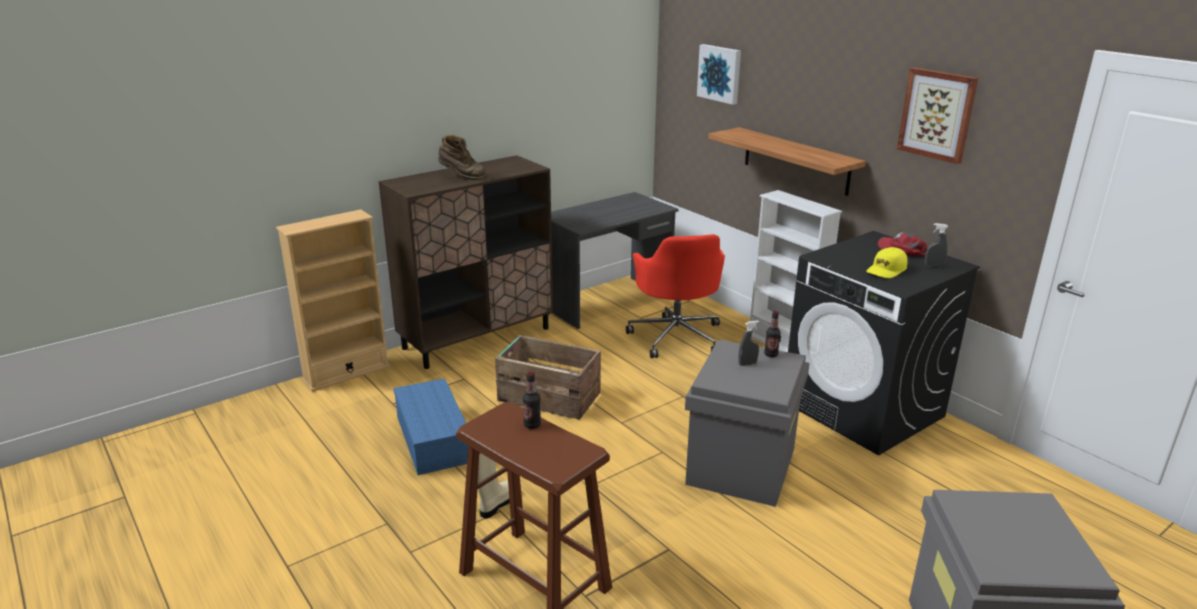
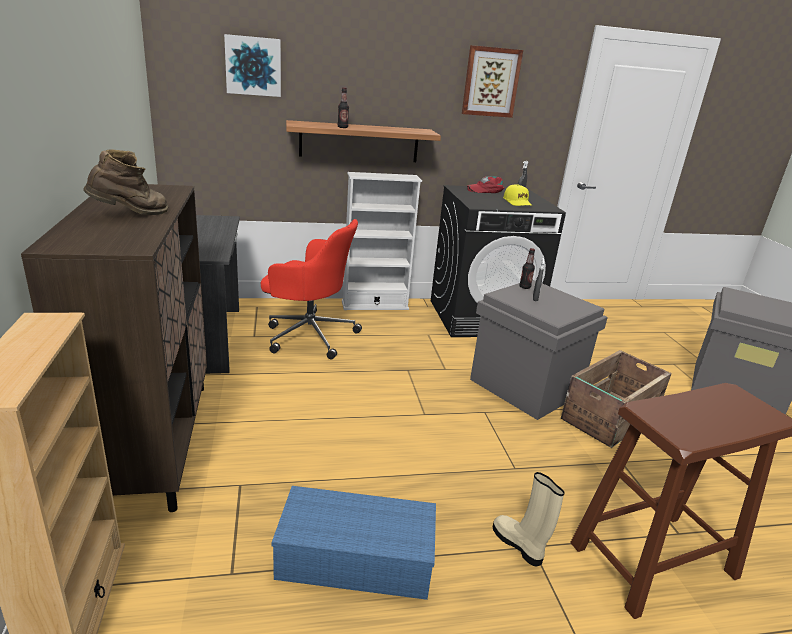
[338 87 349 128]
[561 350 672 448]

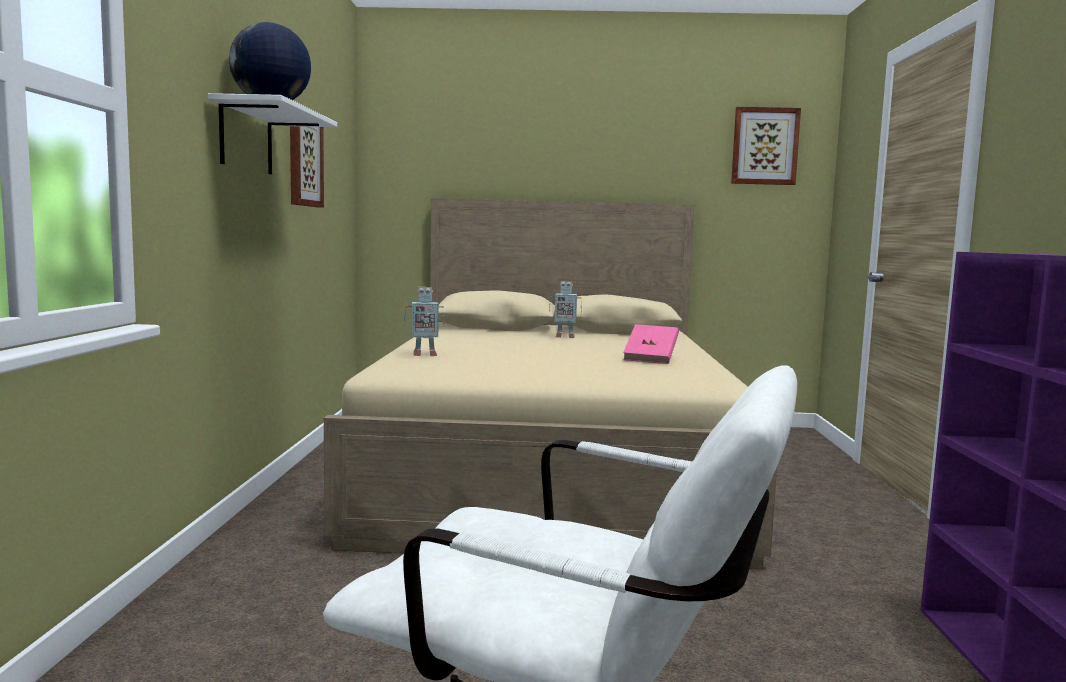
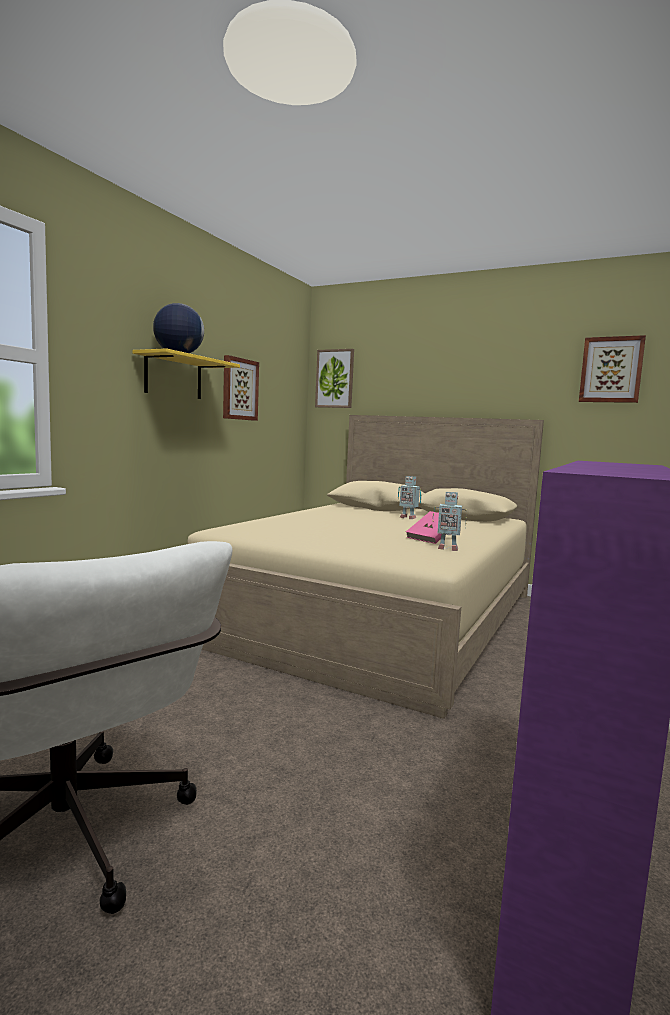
[133 348 240 399]
[315 349 354 408]
[432 492 467 551]

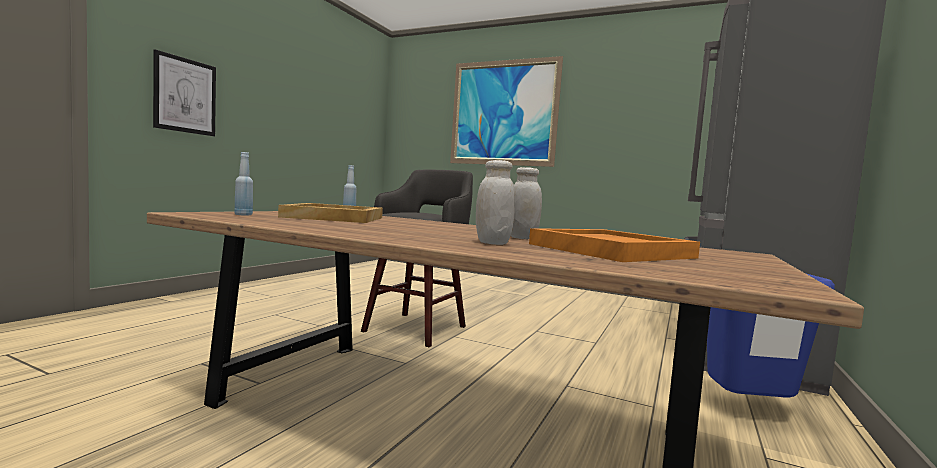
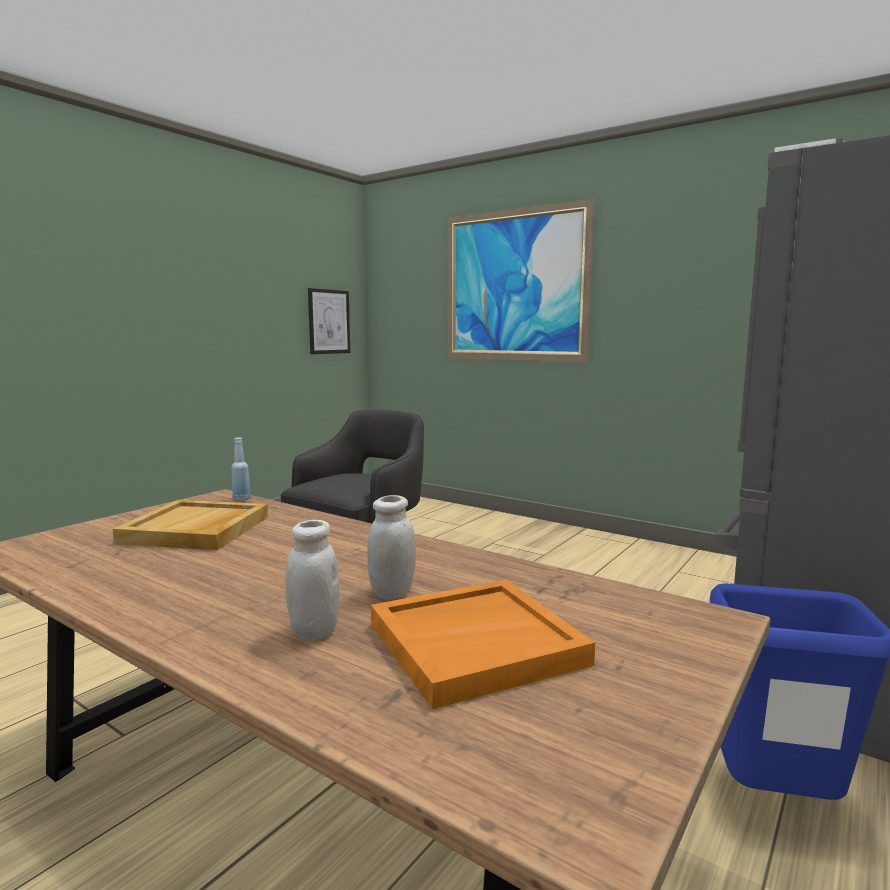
[308 288 350 354]
[234 152 253 216] (first image)

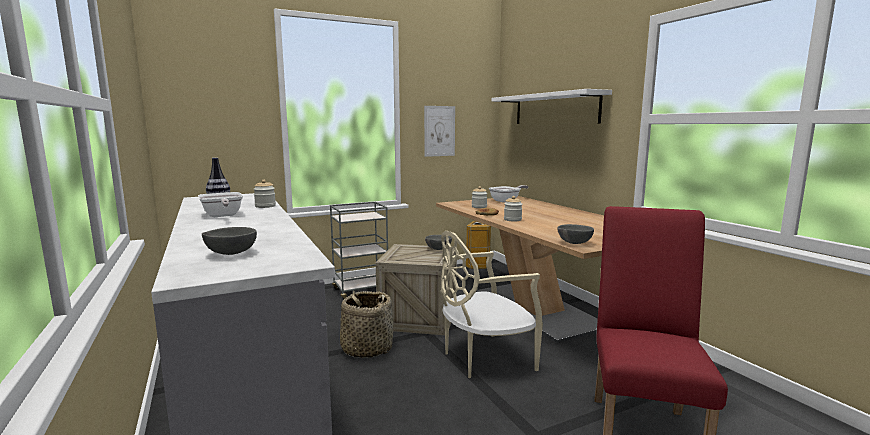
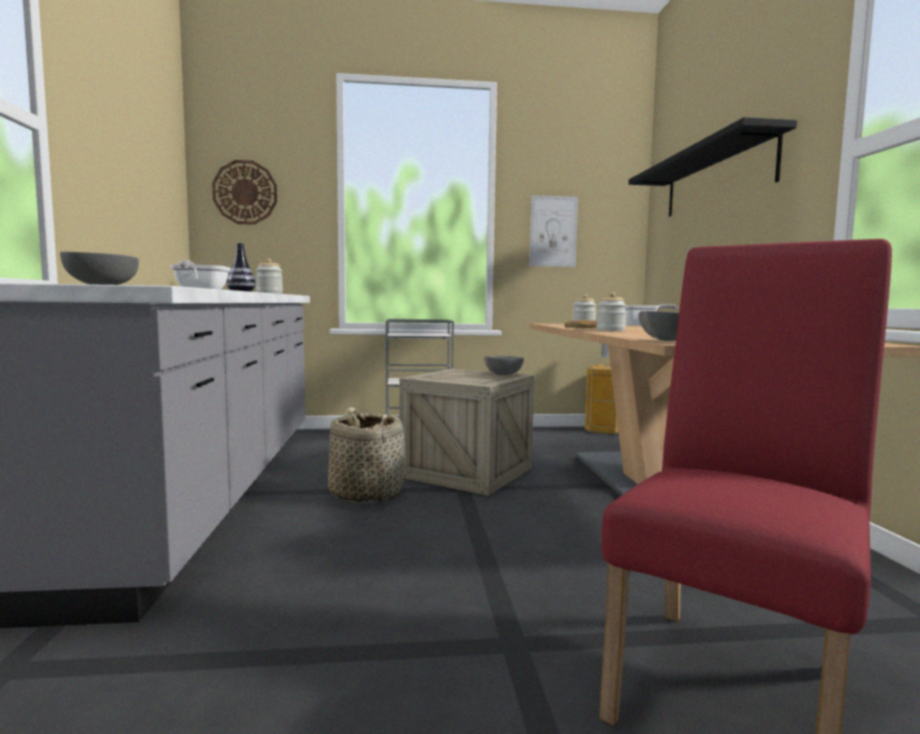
[212 160 277 225]
[629 117 797 217]
[441 231 543 378] (first image)

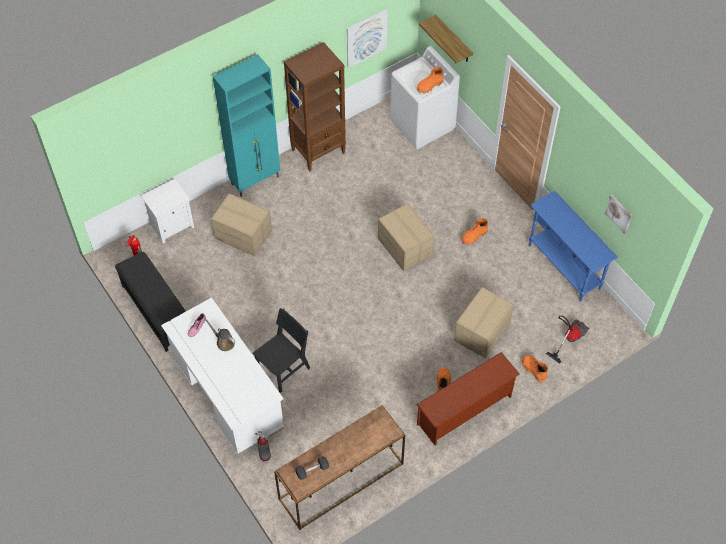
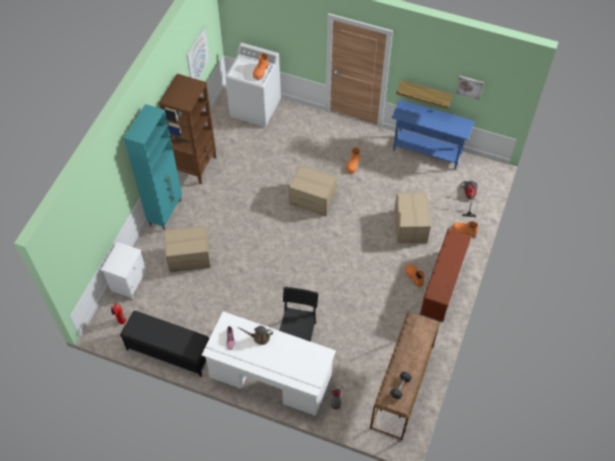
[396 80 453 109]

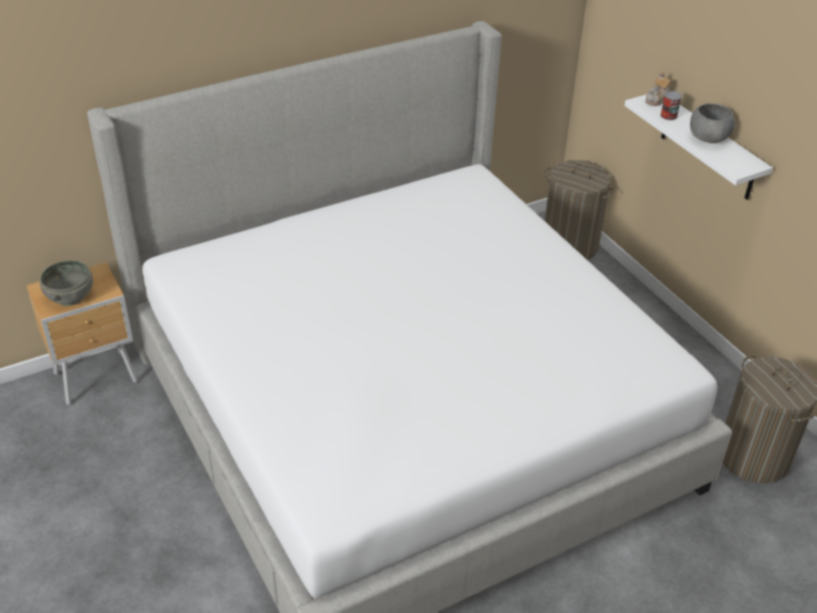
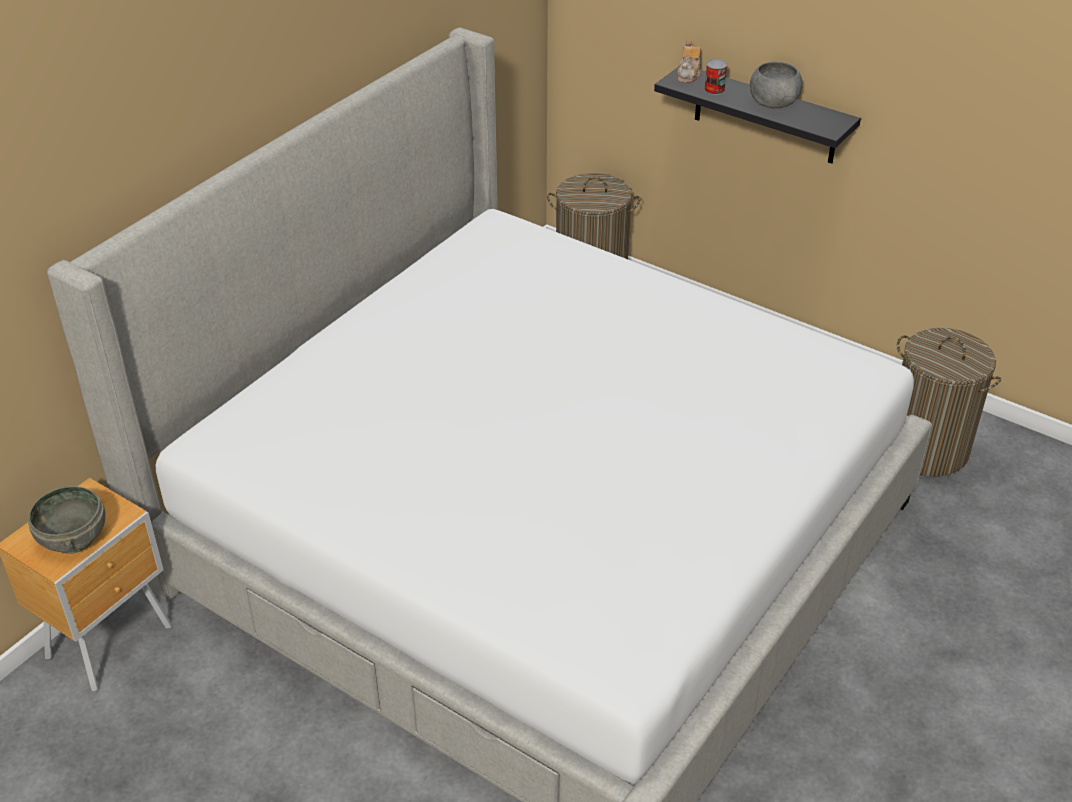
[654 66 861 163]

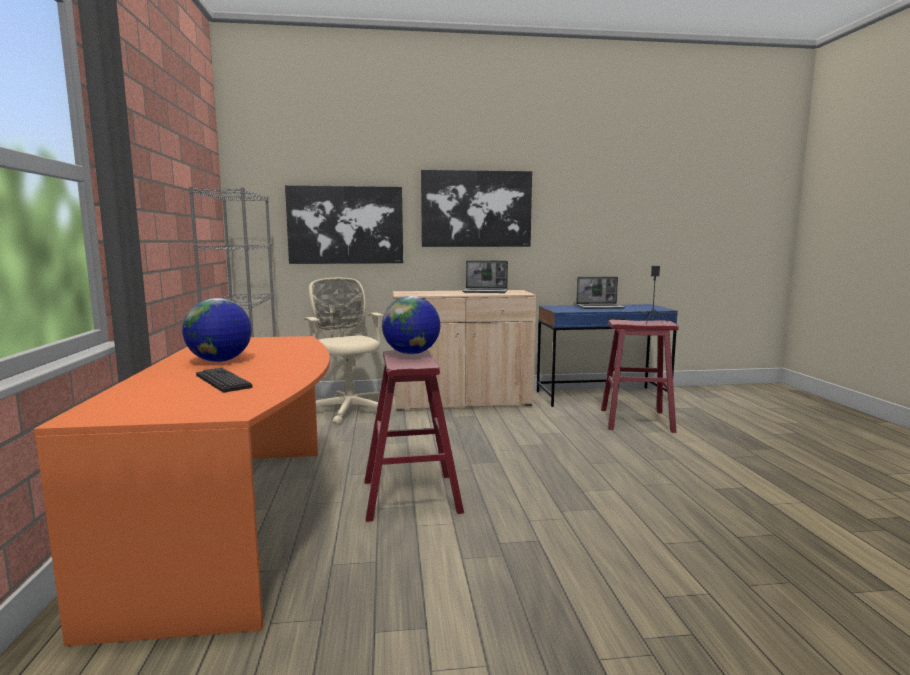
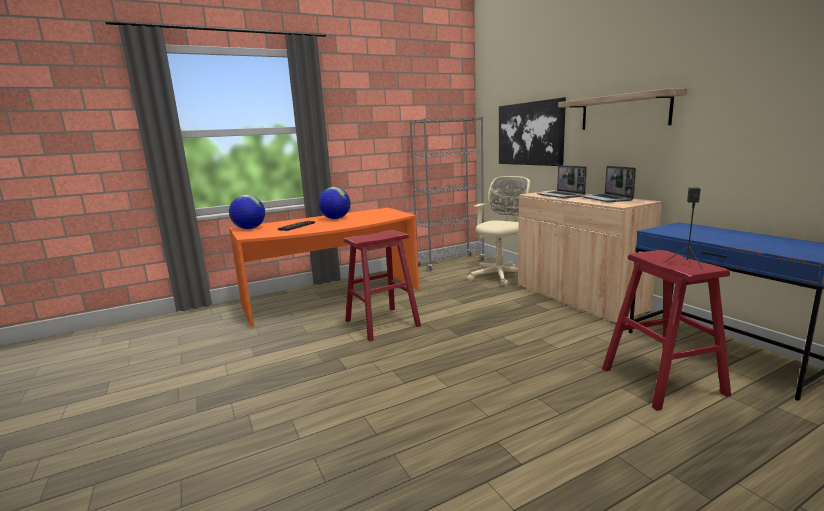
[229 195 265 229]
[537 165 587 198]
[558 88 687 130]

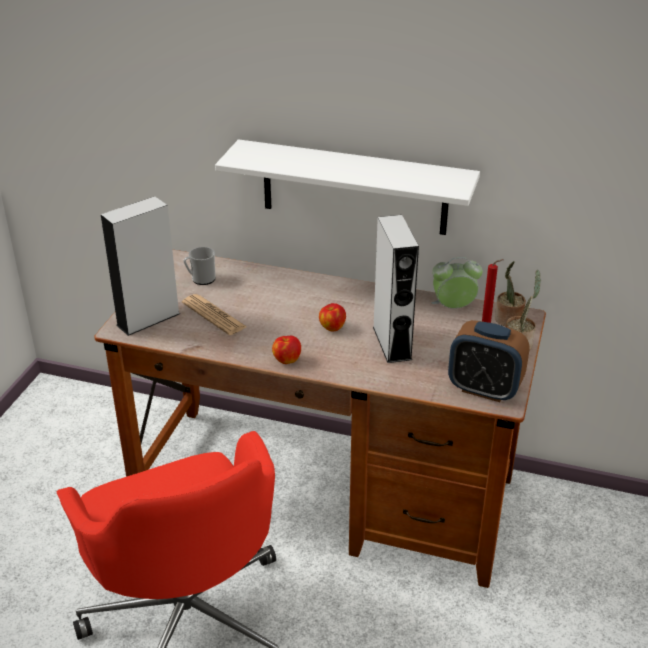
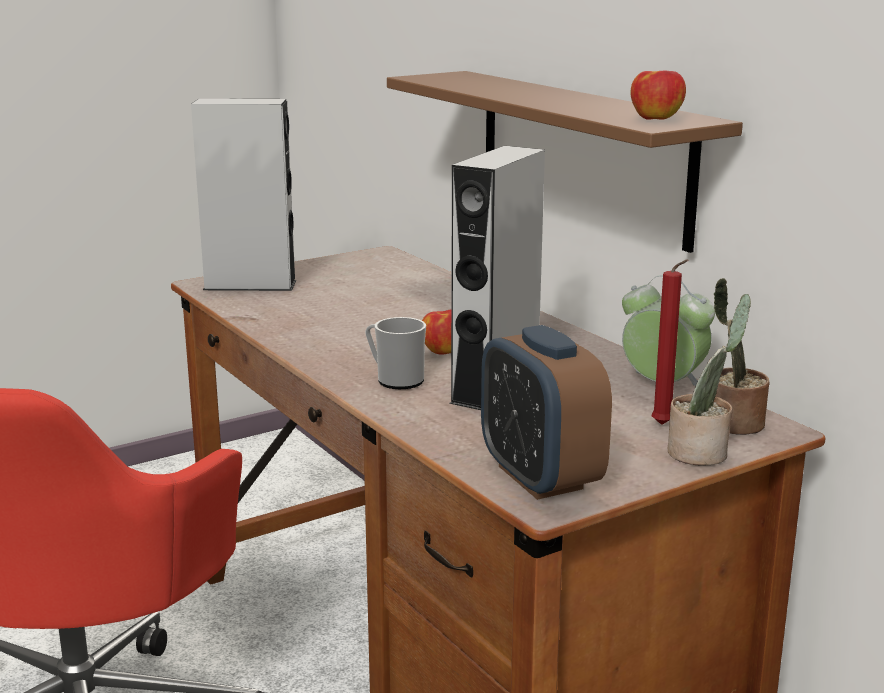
[365 317 426 389]
[387 71 743 253]
[631 70 686 120]
[182 294 247 335] (first image)

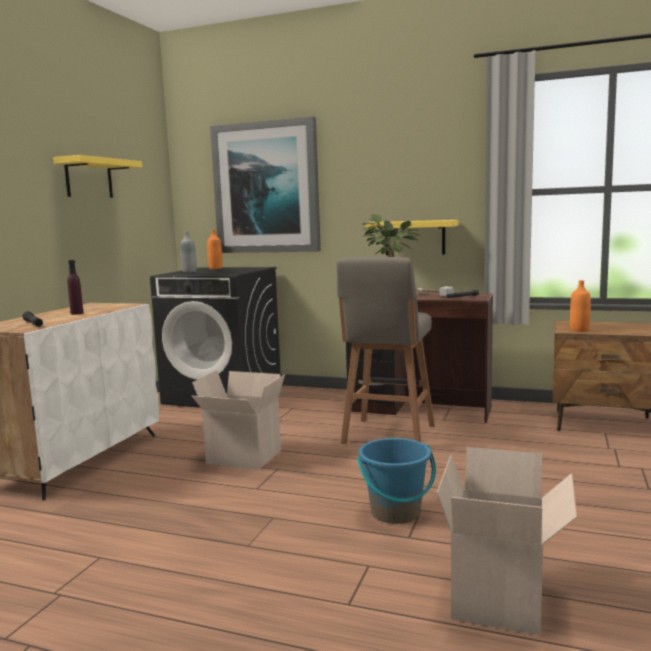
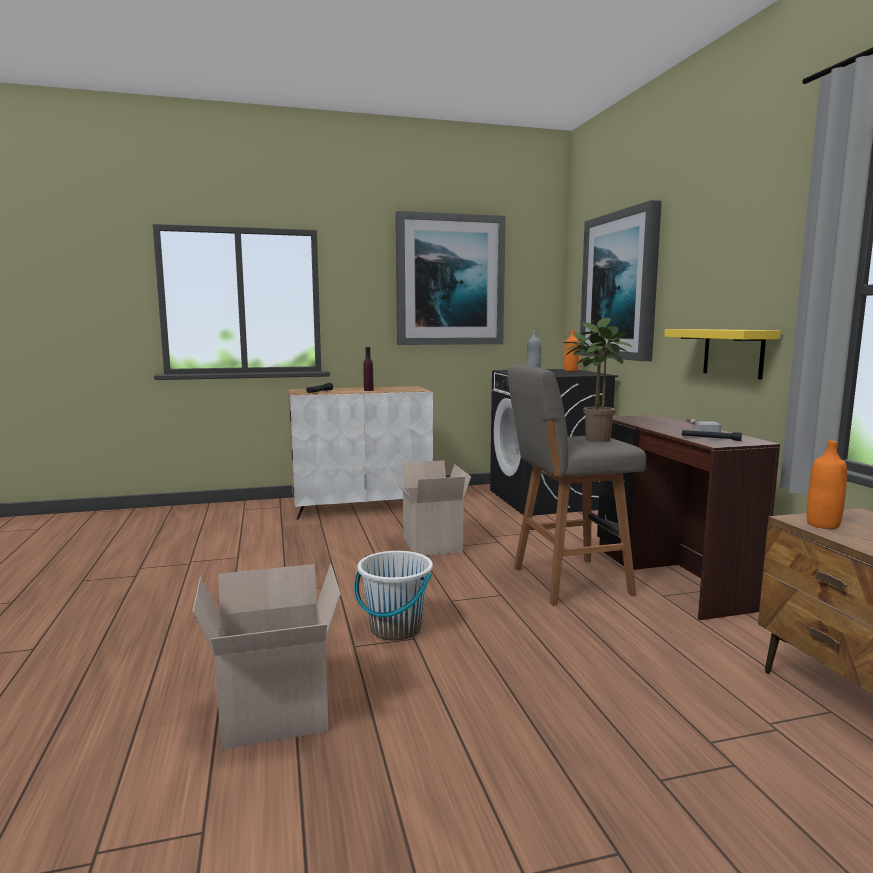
[354 551 433 641]
[396 211 506 345]

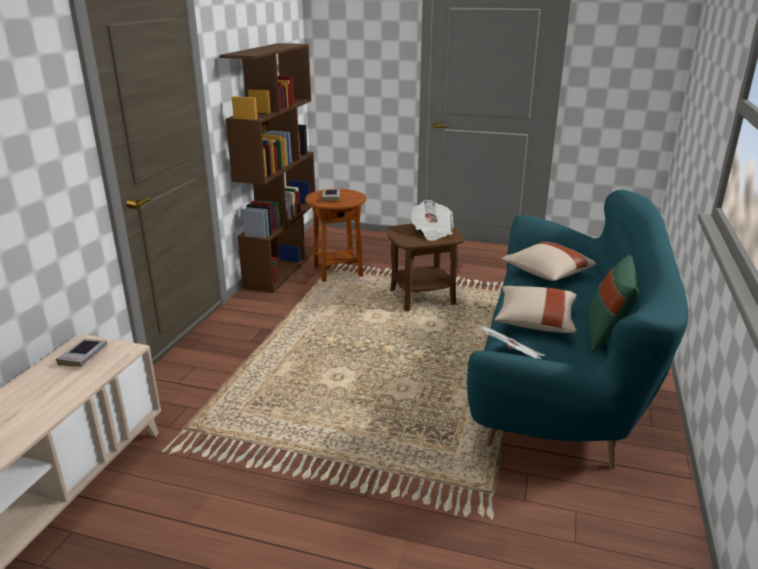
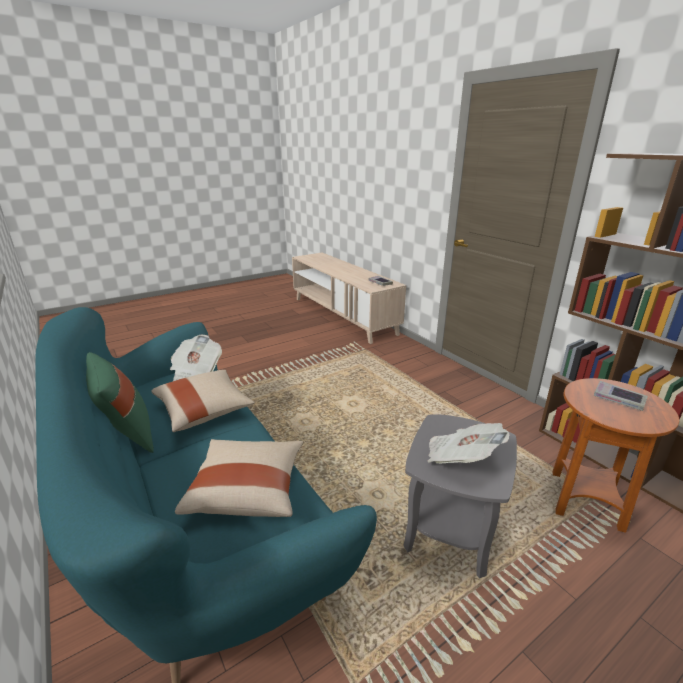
[403 414 517 579]

